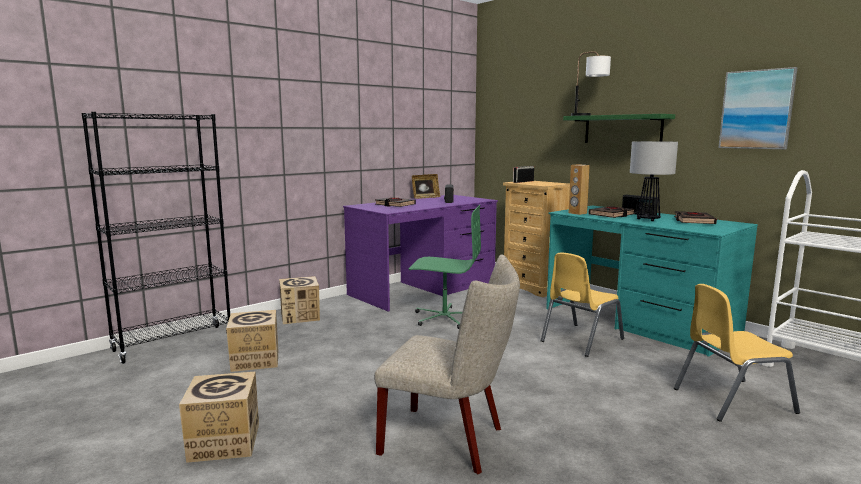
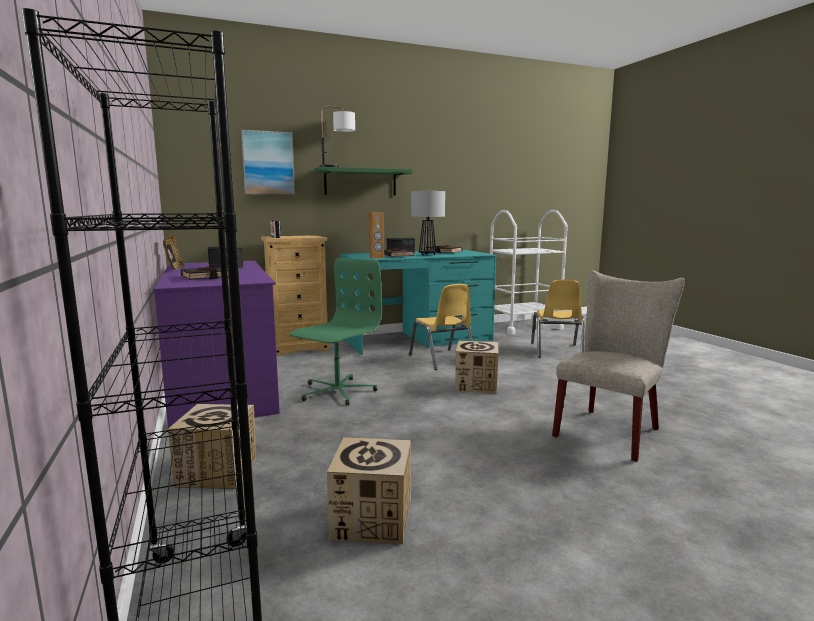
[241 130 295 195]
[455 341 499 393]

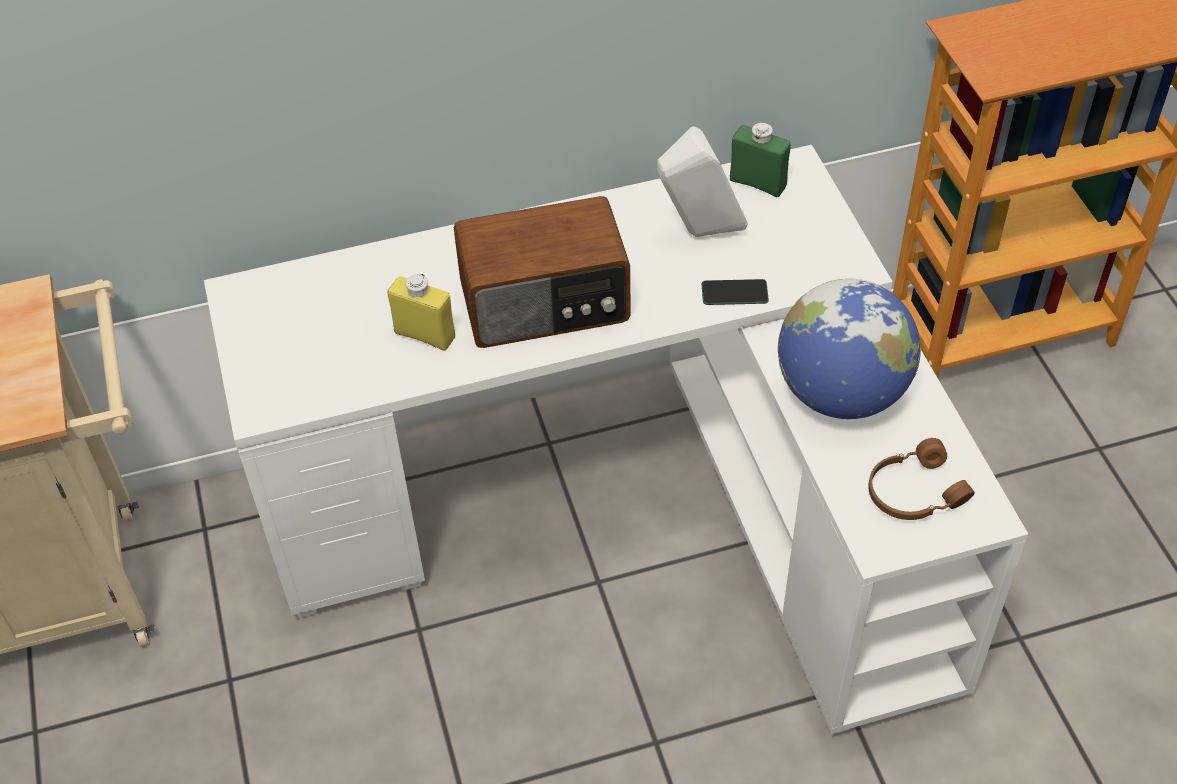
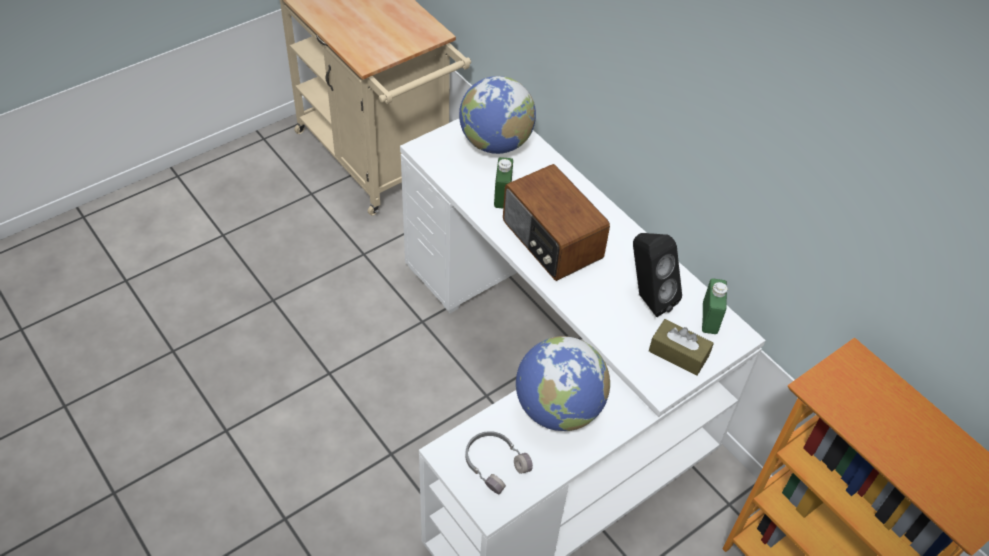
[459 76 536 154]
[465 431 533 494]
[494 157 513 208]
[633 233 682 317]
[649 319 714 376]
[702 279 769 305] (first image)

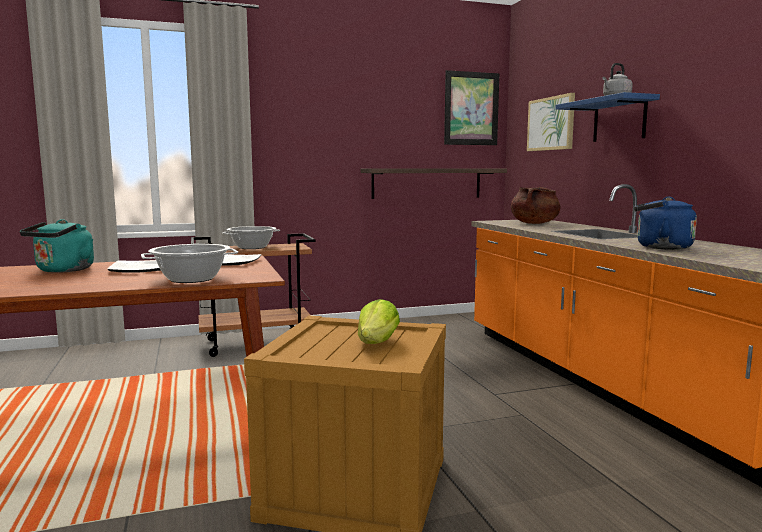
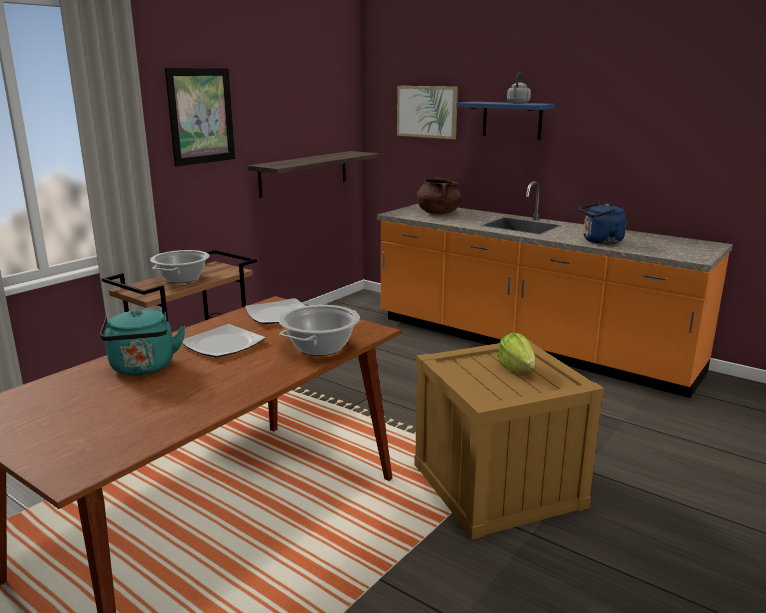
[165 68 235 167]

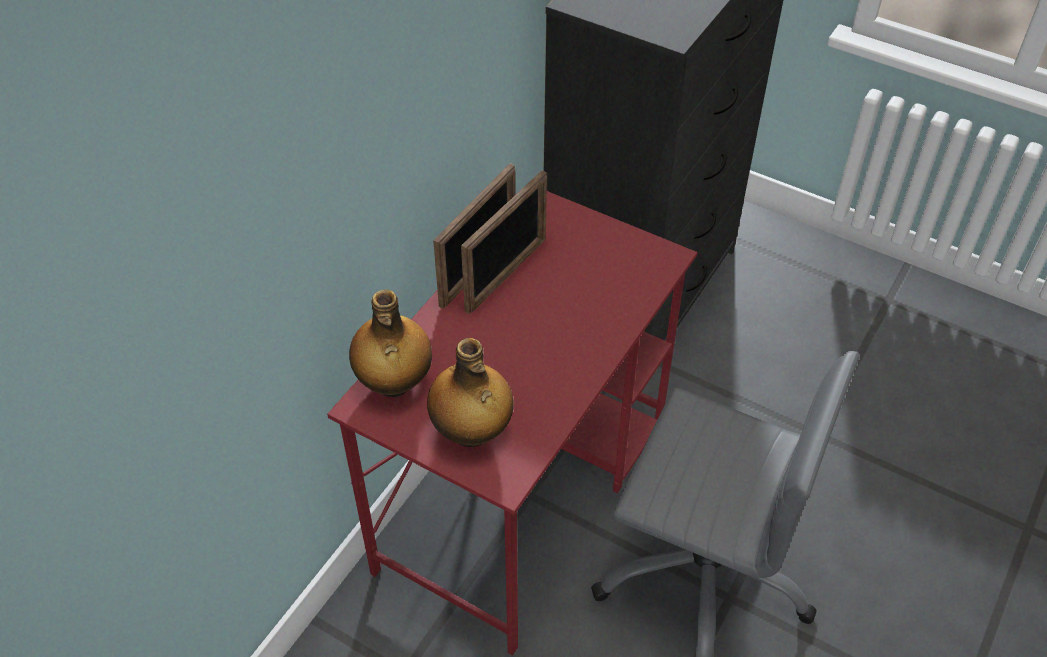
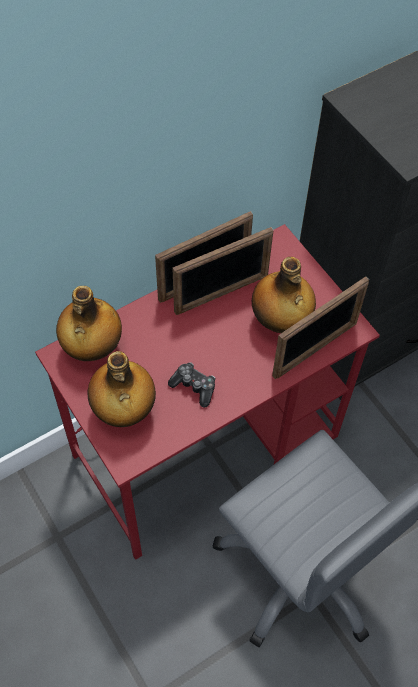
[168 362 215 408]
[252 257 316 333]
[272 277 369 379]

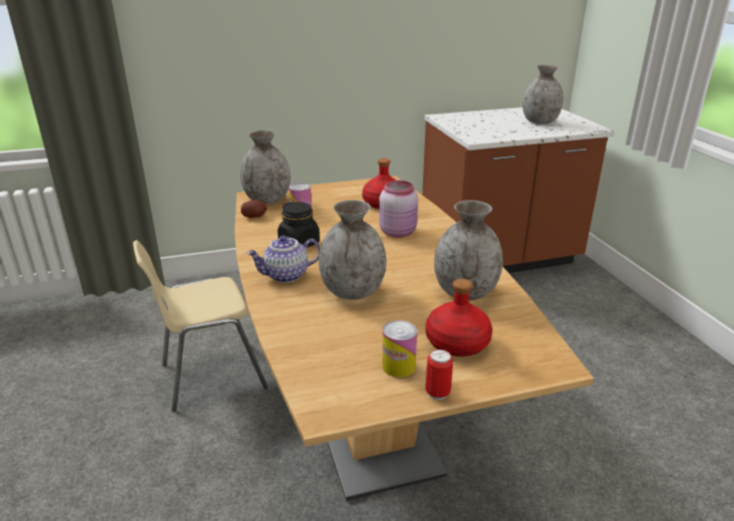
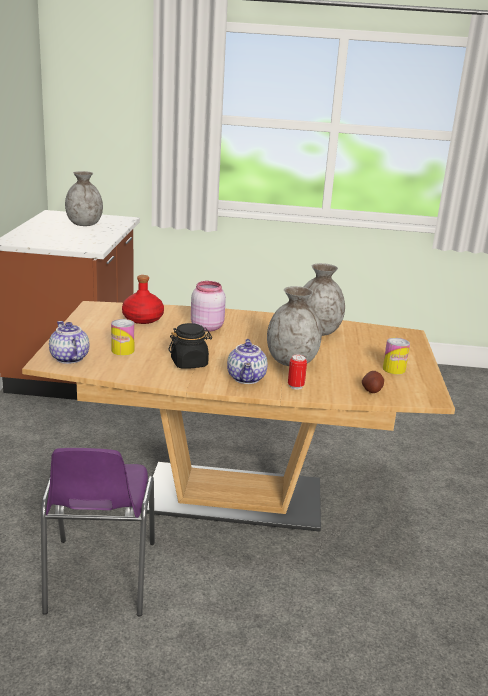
[41 448 155 616]
[49 321 89 364]
[288 354 307 390]
[362 371 384 393]
[426 279 492 356] (first image)

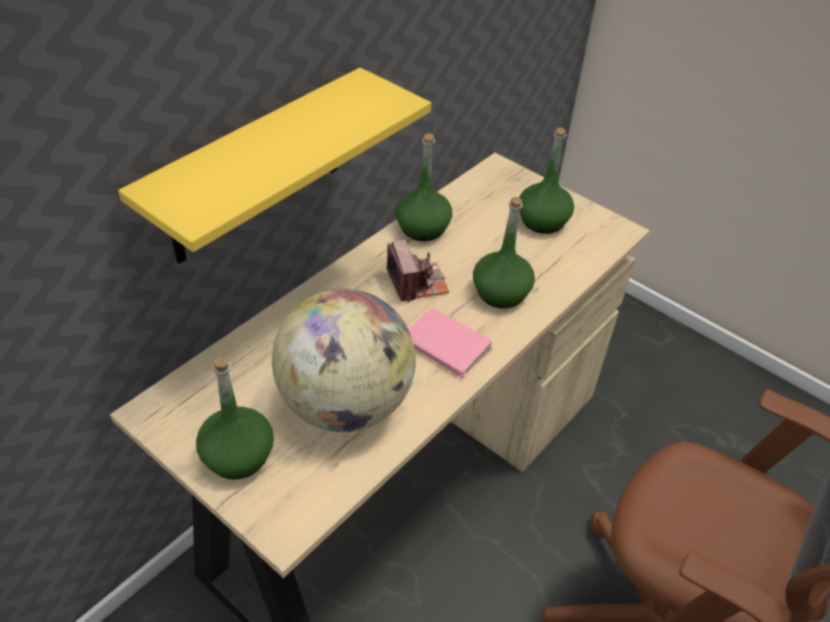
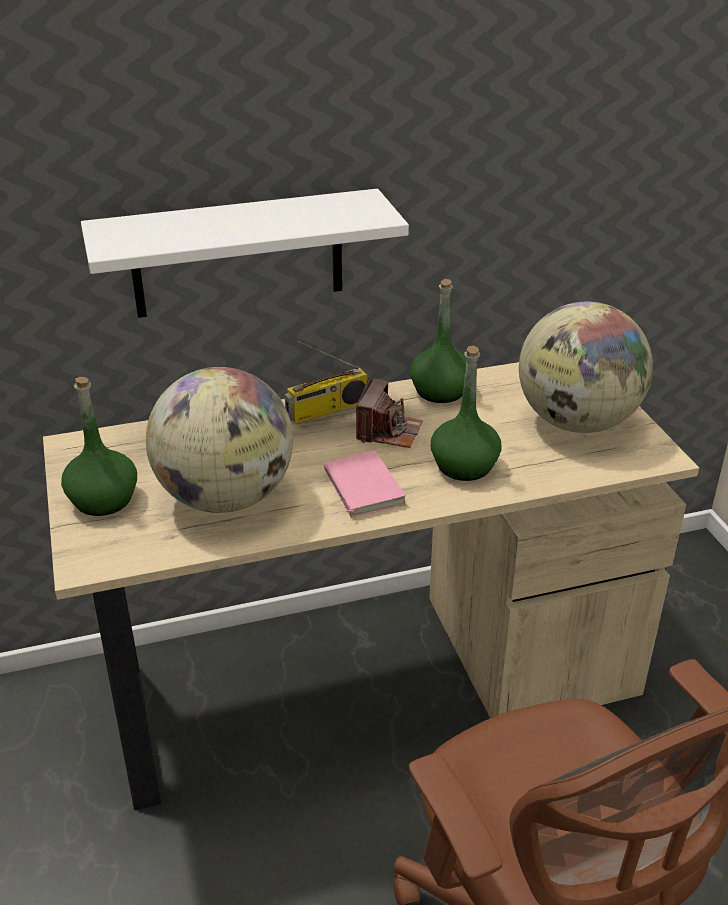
[81 189 409 318]
[285 341 367 424]
[519 302 653 433]

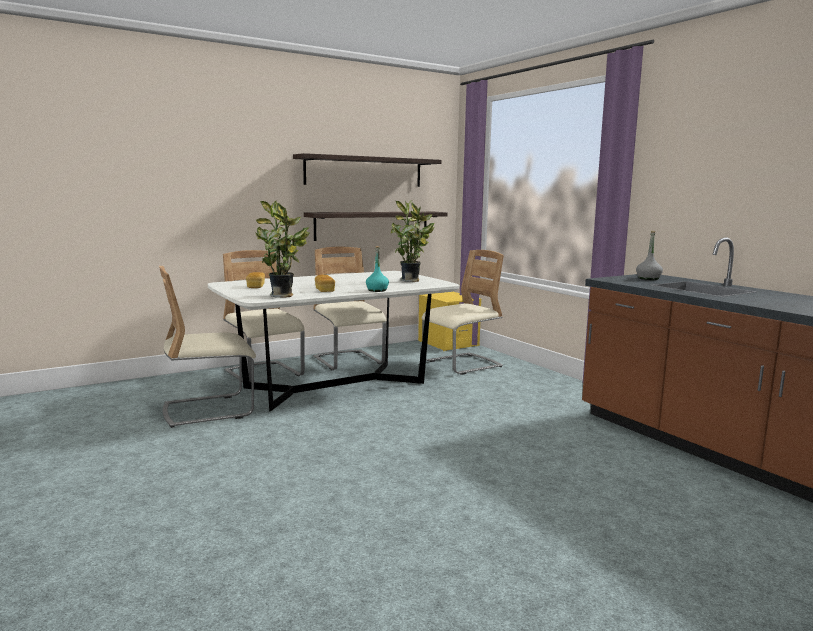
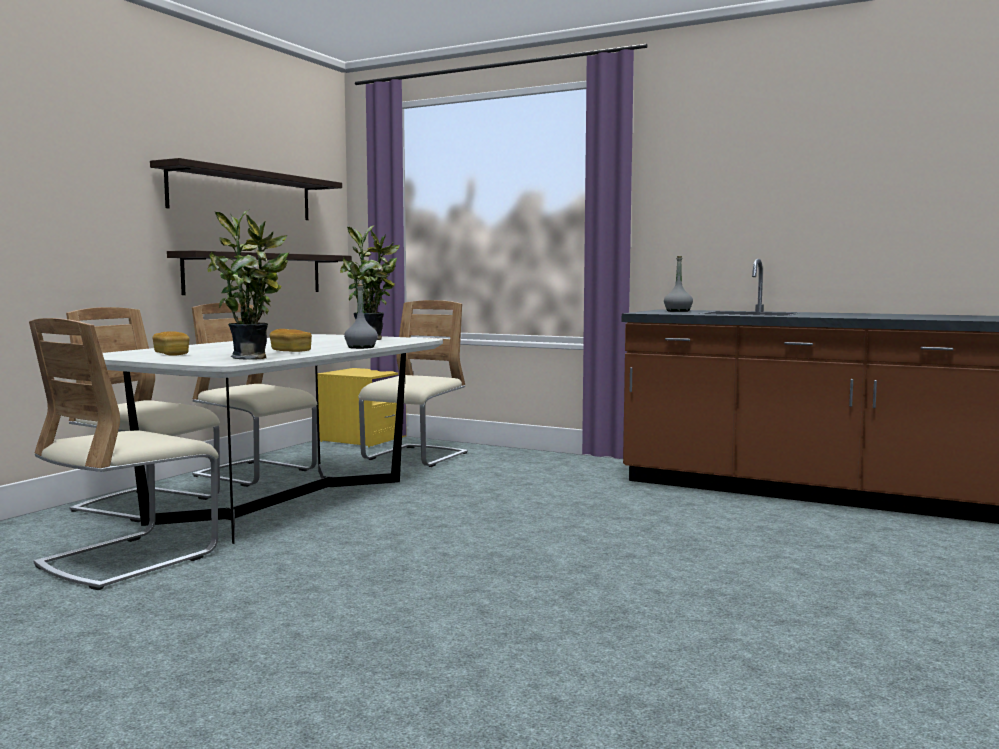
[344 284 378 349]

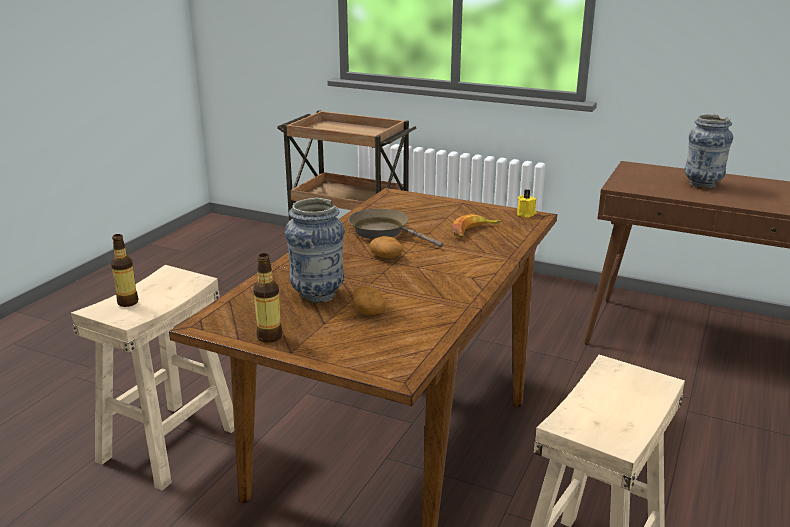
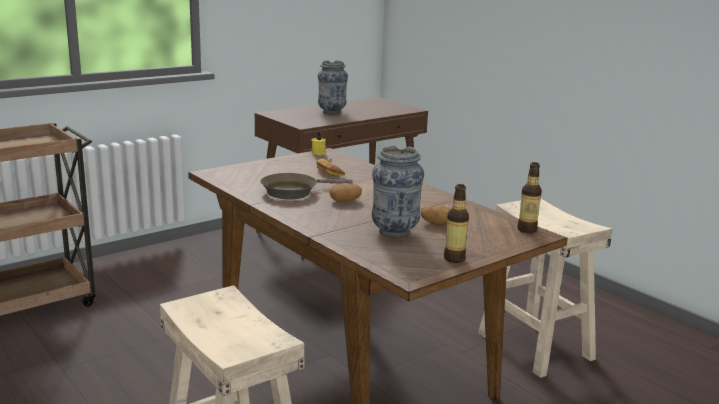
[517 162 542 233]

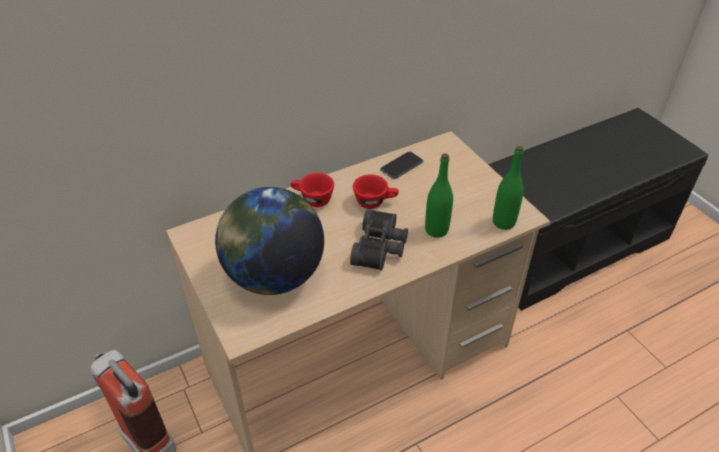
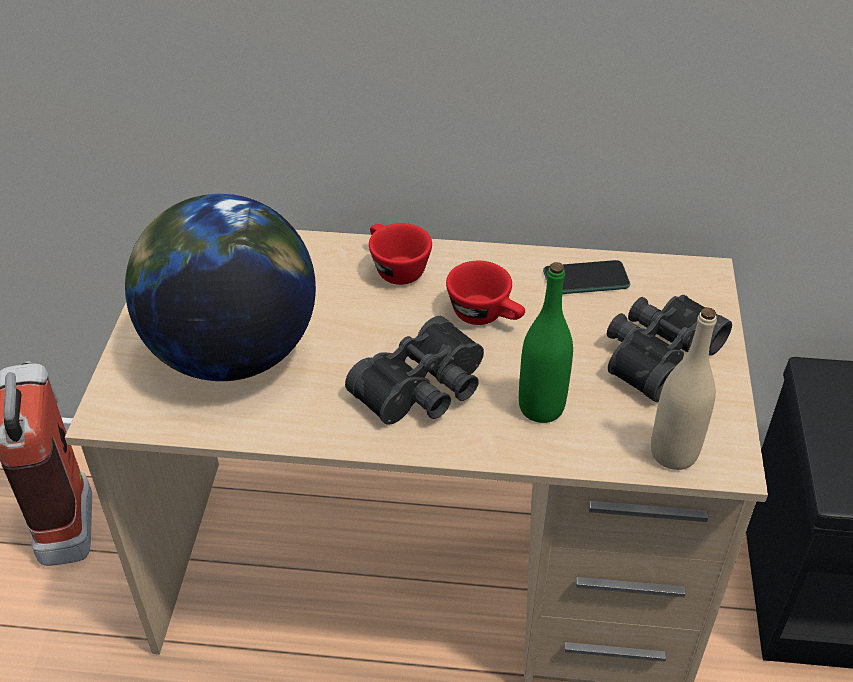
[607 295 732 402]
[651 307 717 470]

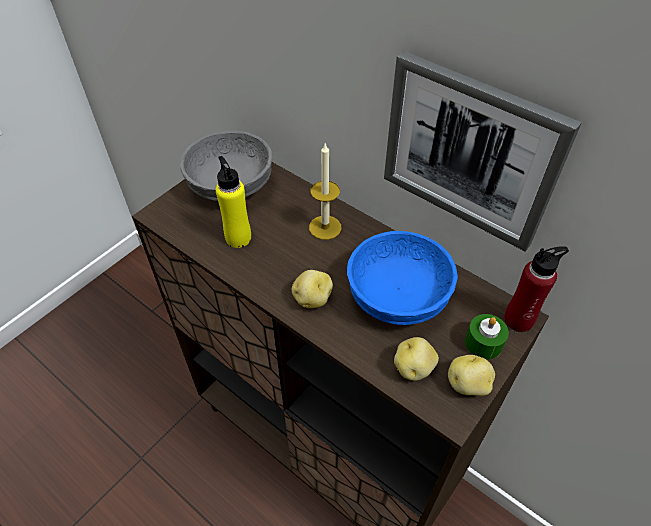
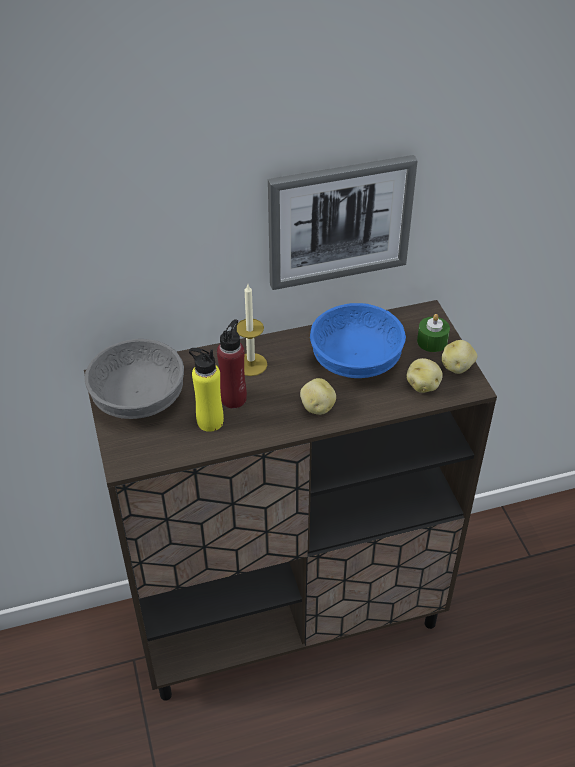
[217 319 247 408]

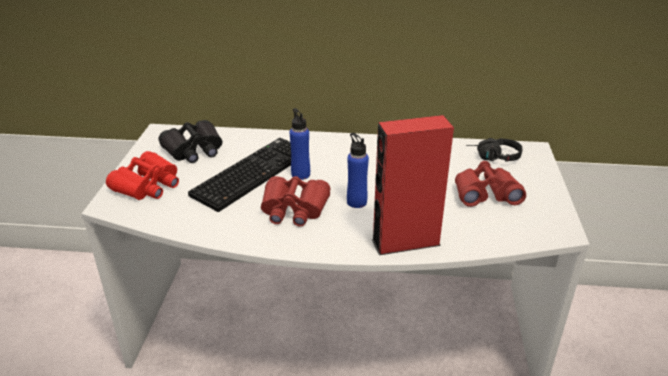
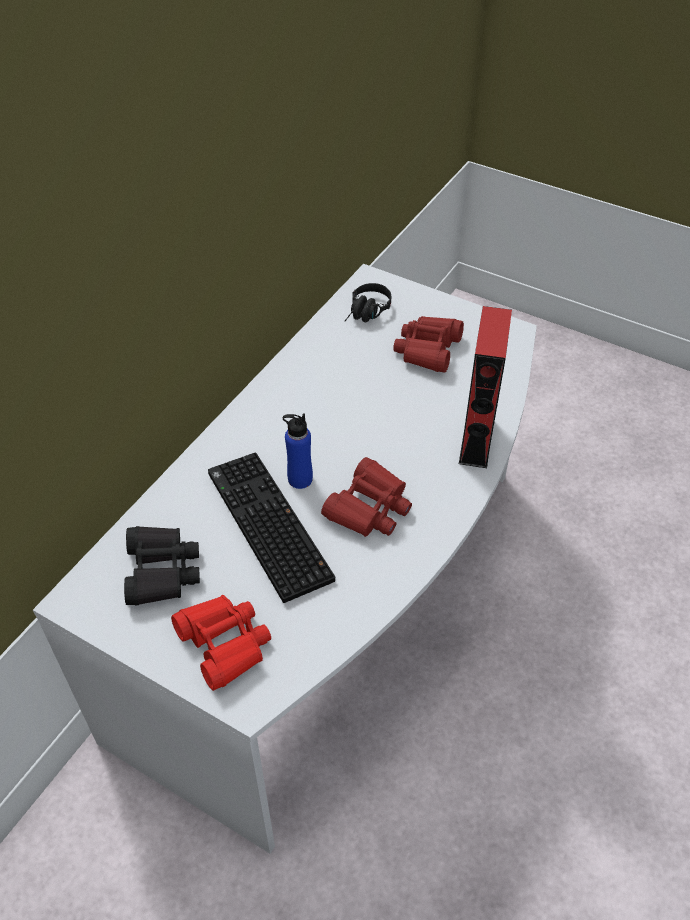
[347 133 369 208] (first image)

